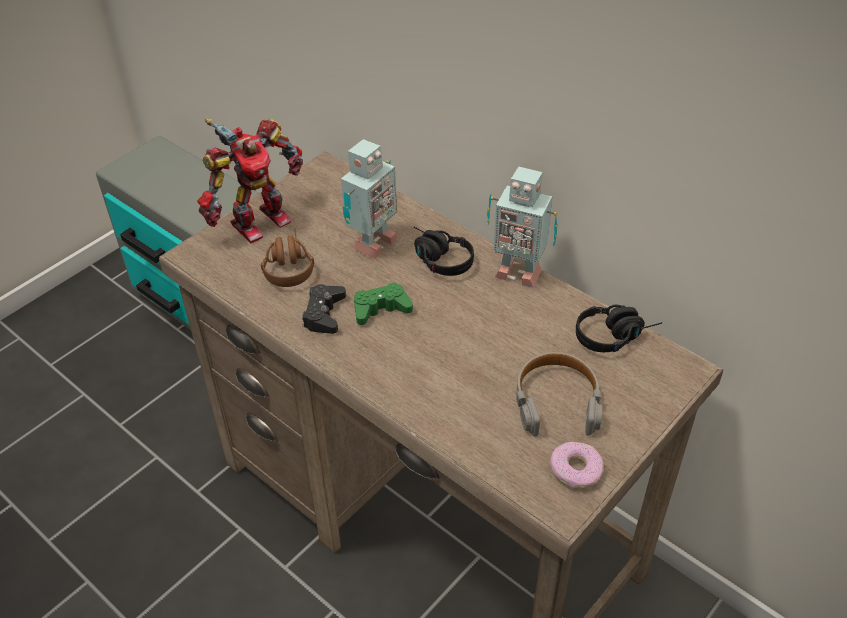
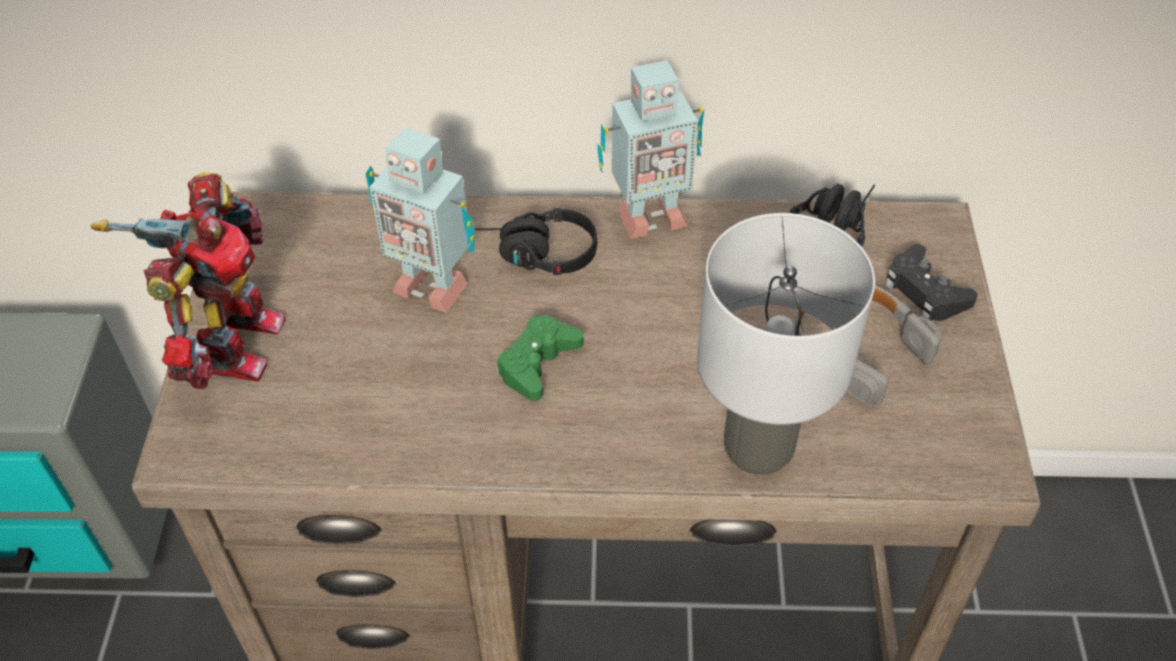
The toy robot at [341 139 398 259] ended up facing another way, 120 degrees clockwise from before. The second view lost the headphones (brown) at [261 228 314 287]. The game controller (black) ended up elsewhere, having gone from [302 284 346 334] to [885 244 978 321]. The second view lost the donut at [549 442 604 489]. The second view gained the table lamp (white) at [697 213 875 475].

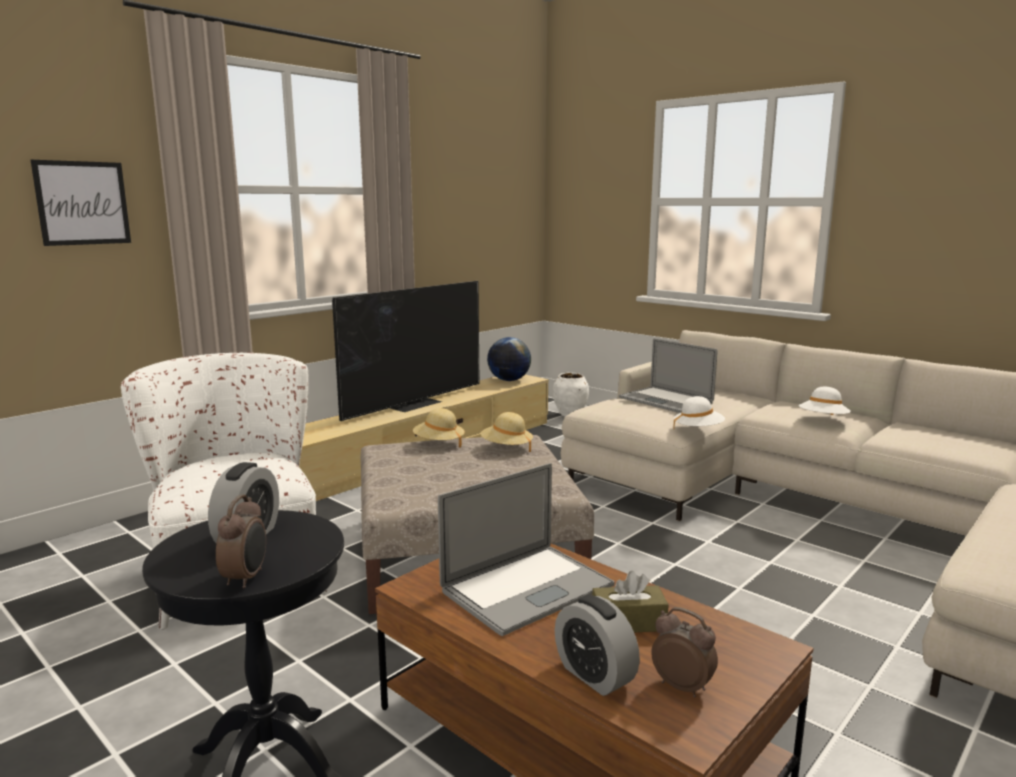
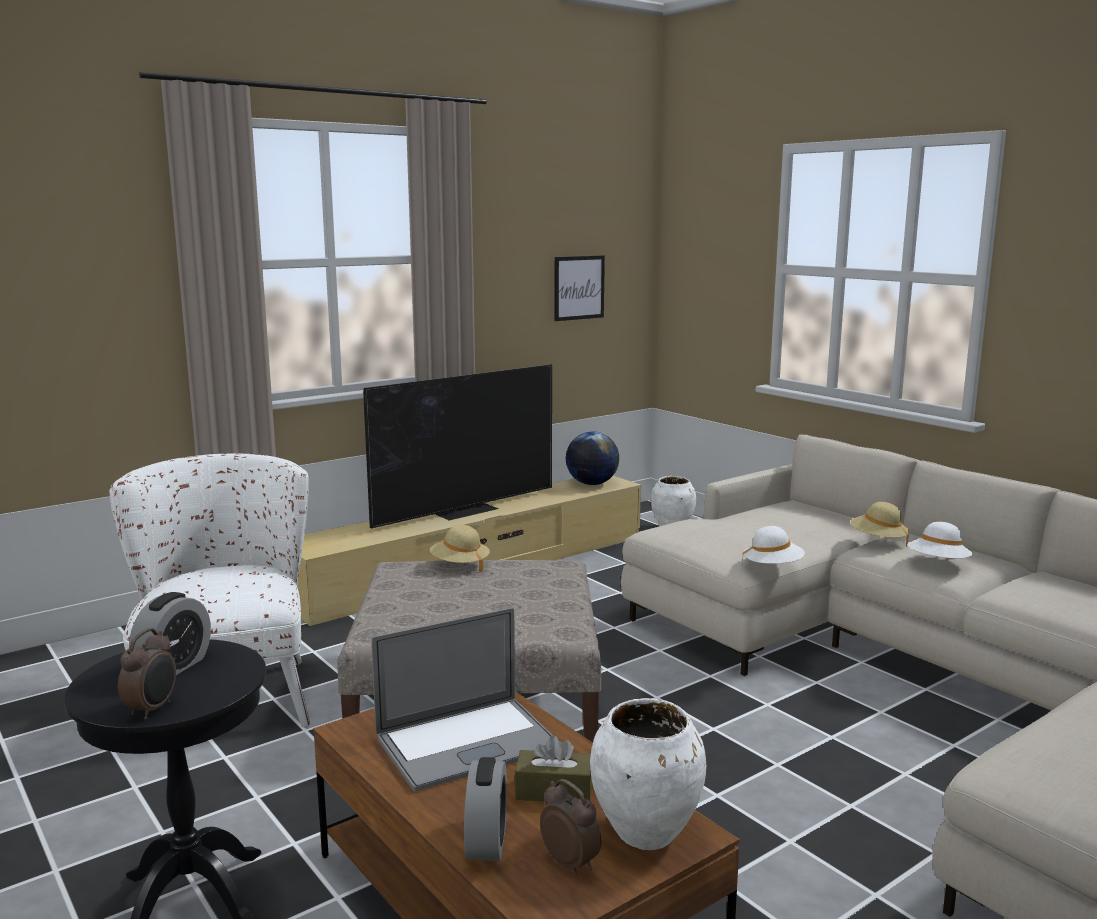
The picture ended up elsewhere, having gone from [31 160 131 246] to [554 256 605 321]. The second view lost the laptop at [619 338 718 413]. The hat (beige) ended up elsewhere, having gone from [481 412 533 452] to [850 502 909 546]. The alarm clock at [555 595 640 696] ended up facing another way, 150 degrees counterclockwise from before. The second view gained the vase (white) at [590 698 706 850].

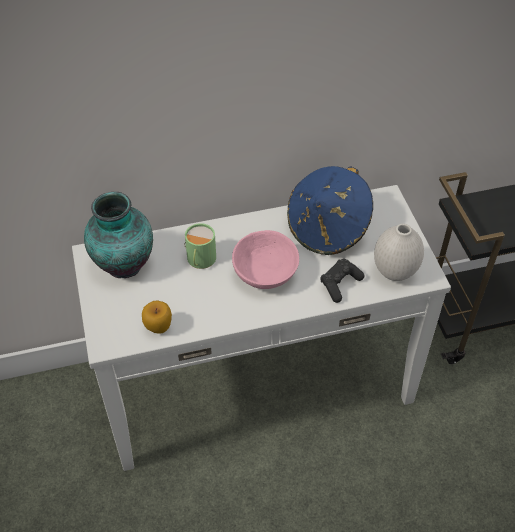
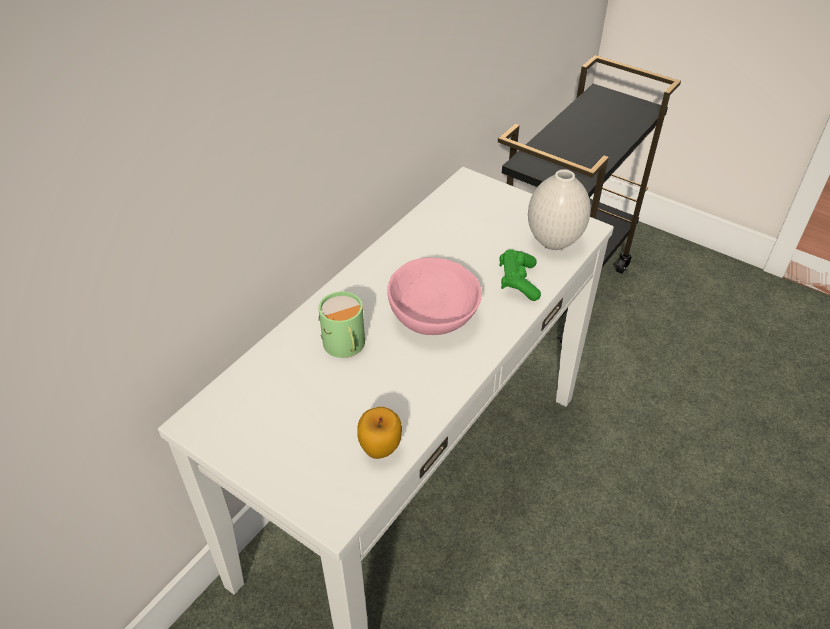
The second view lost the hat (blue) at [287 166 373 255]. The second view lost the vase at [84 192 153 278]. What was the game controller (black) at [320 259 365 303] turned into the game controller (green) at [499 249 541 301].

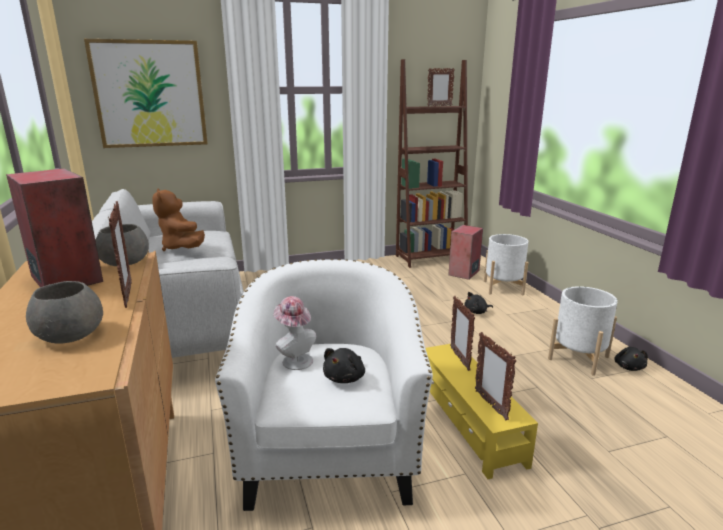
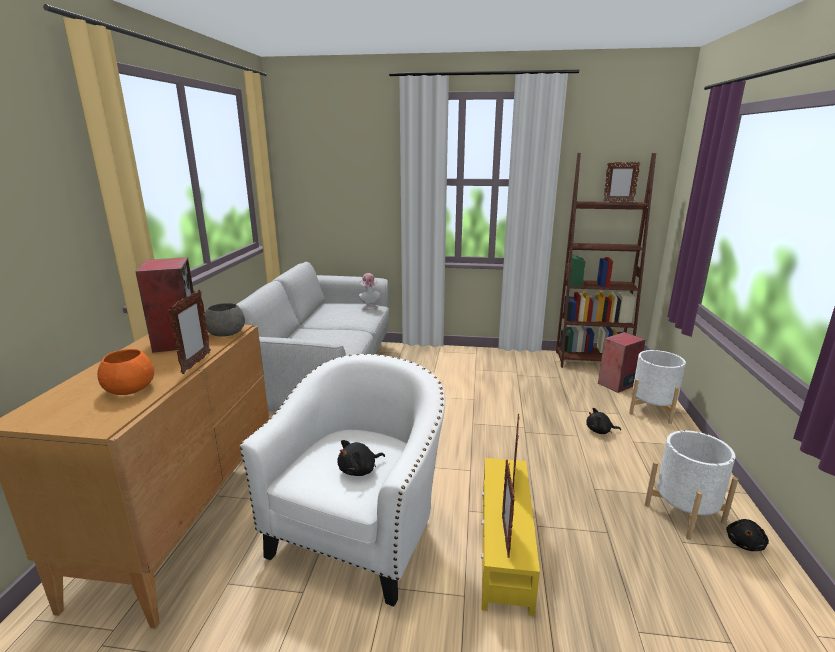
The second view lost the picture at [84 39 208 148]. The second view lost the plush toy (brown) at [153 189 205 251]. What was the bowl (grey) at [26 281 103 343] turned into the bowl (orange) at [97 349 154 395]. The hat ended up elsewhere, having gone from [273 296 316 370] to [359 273 380 310].

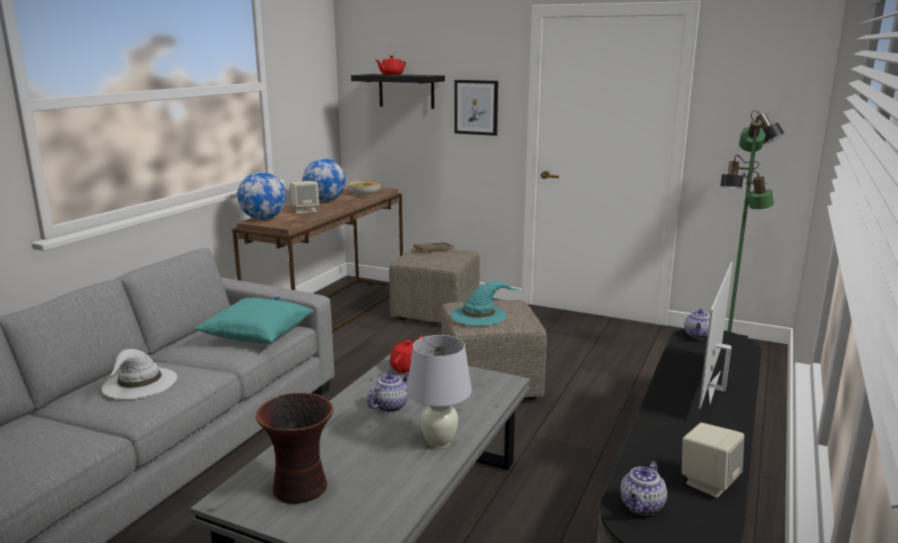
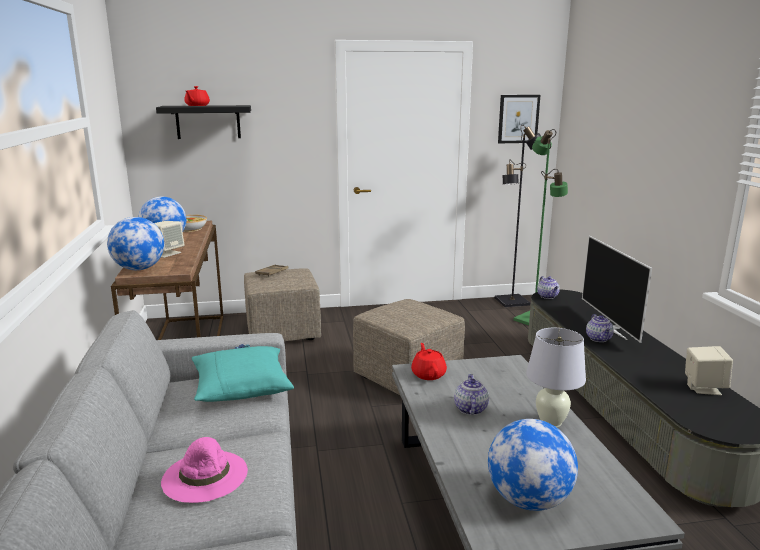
The picture ended up elsewhere, having gone from [454 80 498 136] to [498 95 540 143]. The second view lost the hat (turquoise) at [451 281 518 326]. What was the hat (white) at [102 349 177 399] turned into the hat (pink) at [161 437 248 503]. Where the vase stood at [256 393 333 504], the globe came to stand at [488 419 578 511]. The teapot ended up elsewhere, having gone from [620 461 667 515] to [586 314 614 342].

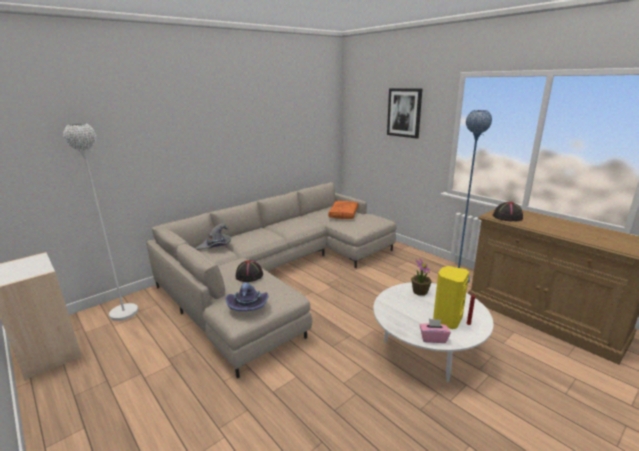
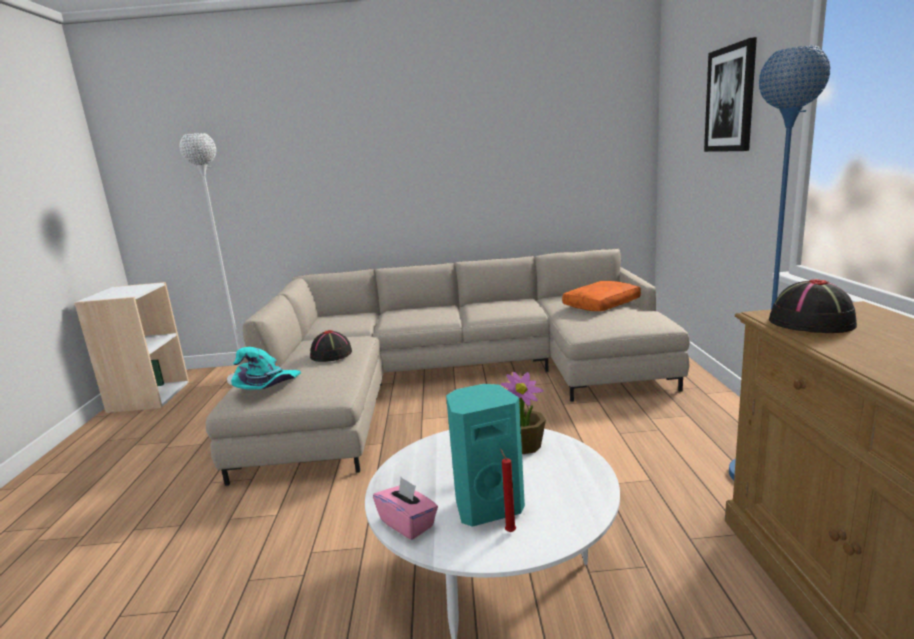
The second view lost the hat (grey) at [195 223 231 250]. What was the speaker (yellow) at [433 266 469 329] turned into the speaker (turquoise) at [446 384 525 527]. What was the hat (purple) at [225 283 268 311] turned into the hat (turquoise) at [231 347 301 390].

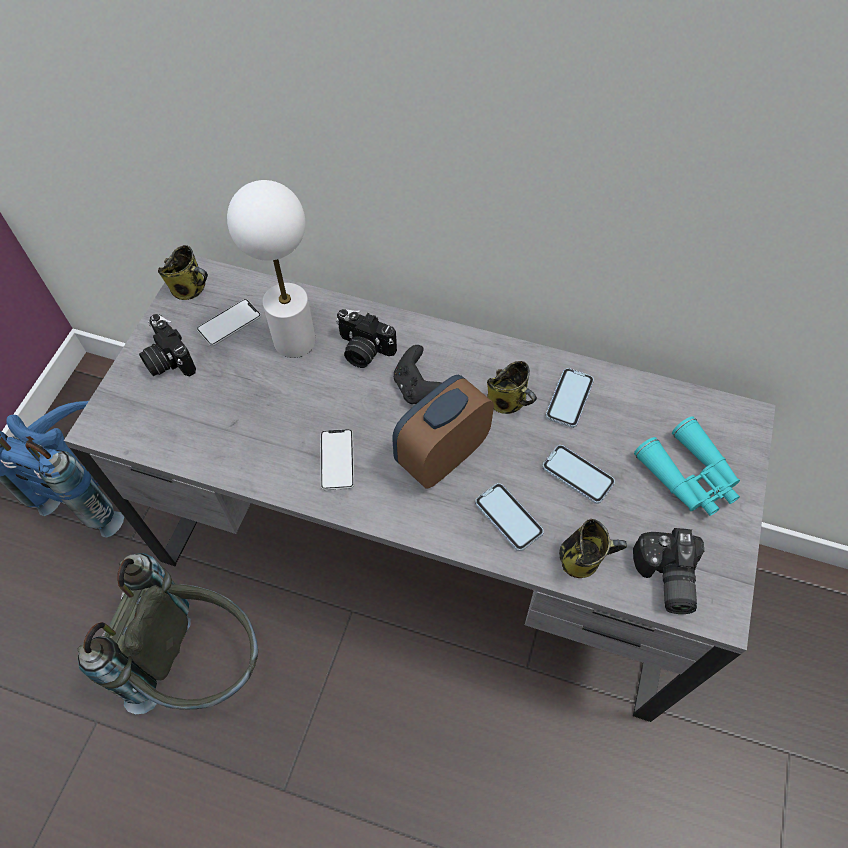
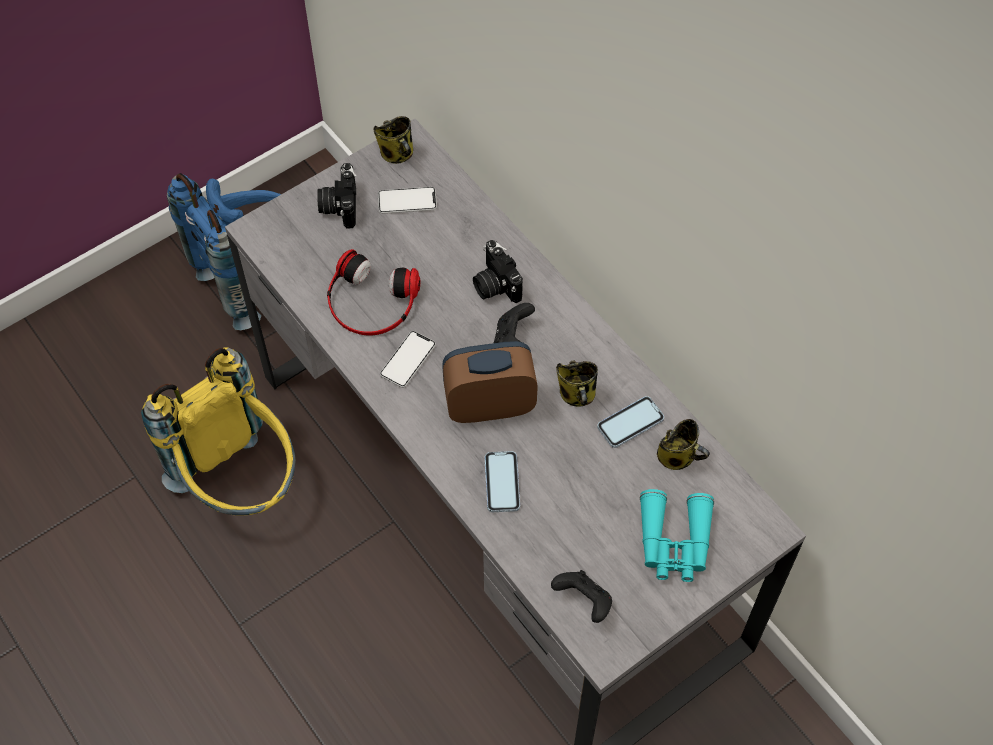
The second view lost the table lamp (white) at [227 180 316 358]. The second view lost the phone at [542 445 615 504]. The mug ended up elsewhere, having gone from [559 519 627 578] to [657 419 710 470]. Where the photo camera stood at [633 528 704 614], the game controller (black) came to stand at [551 570 612 623]. What was the backpack (grey) at [77 553 258 714] turned into the backpack (yellow) at [141 347 296 516]. The second view gained the headphones at [327 249 420 335].

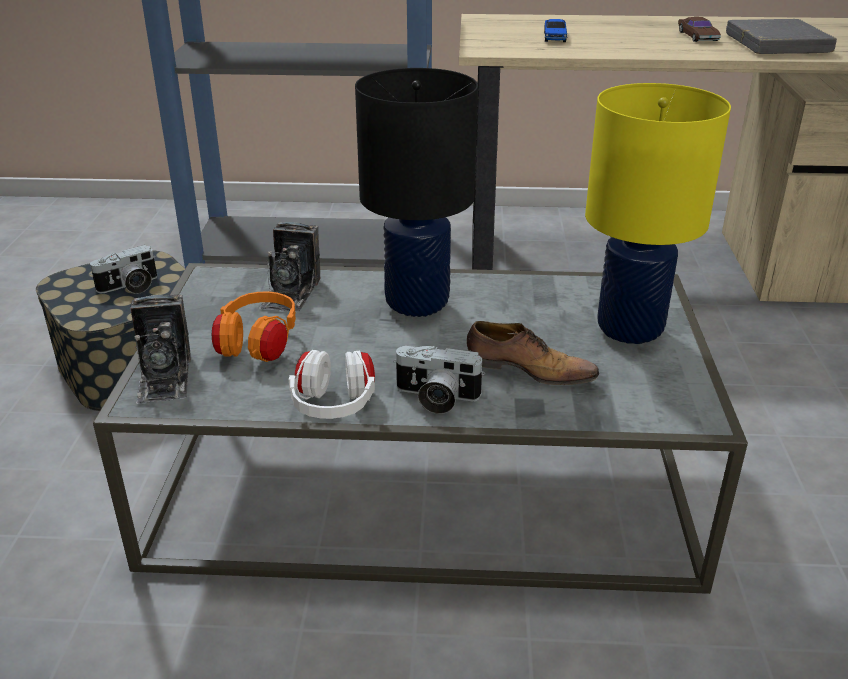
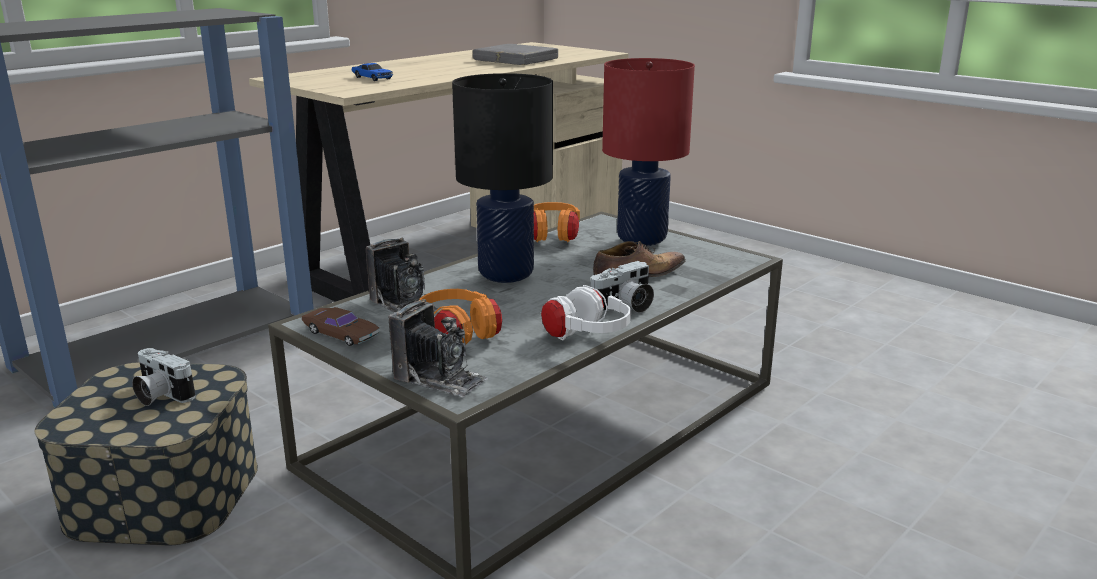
The toy car (brown) ended up elsewhere, having gone from [678 17 721 42] to [302 307 380 346]. What was the table lamp (yellow) at [585 83 731 344] turned into the table lamp (red) at [602 58 695 246]. The photo camera at [90 245 157 294] ended up facing another way, 120 degrees clockwise from before. The second view gained the headphones (orange) at [534 202 580 242].

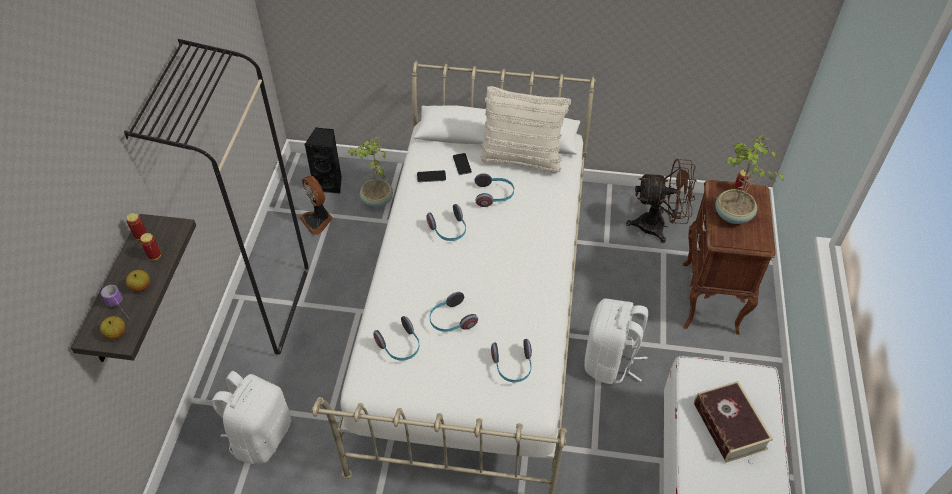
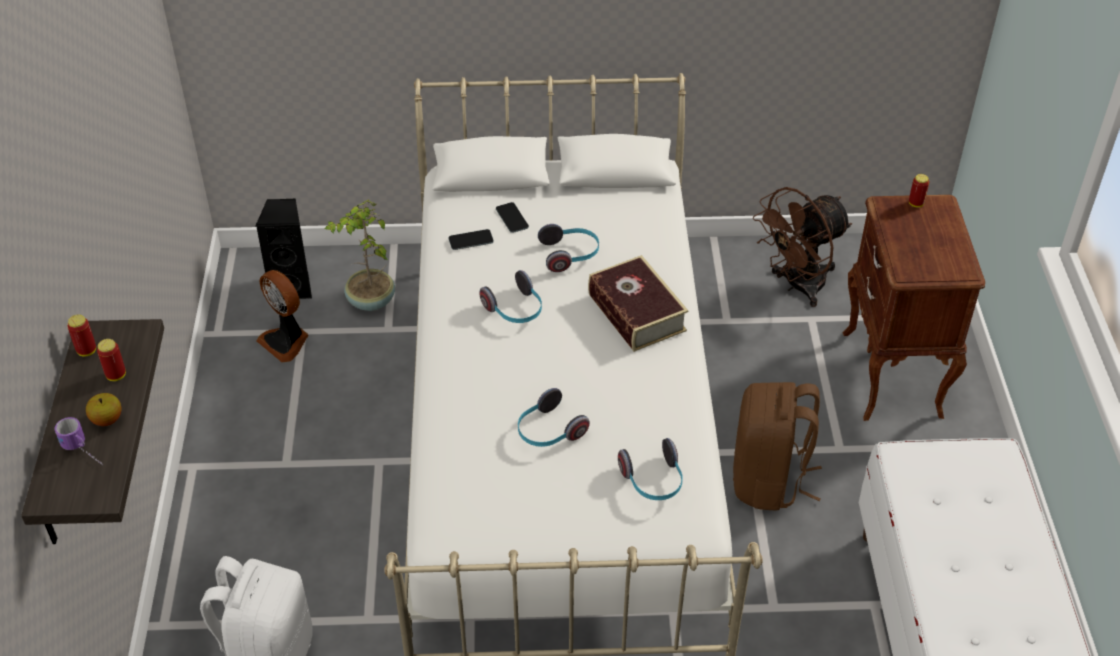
The second view lost the clothes rack (black) at [124 39 308 355]. The second view lost the pillow (beige) at [480 86 571 173]. The second view lost the potted plant at [715 135 784 224]. The fan (brown) at [626 159 697 243] ended up facing another way, 150 degrees clockwise from before. What was the backpack (white) at [584 299 648 384] turned into the backpack (brown) at [733 382 822 511]. The second view lost the apple at [100 316 126 340]. The second view lost the headphones at [373 316 419 361]. The book ended up elsewhere, having gone from [694 381 773 463] to [588 255 688 352].

